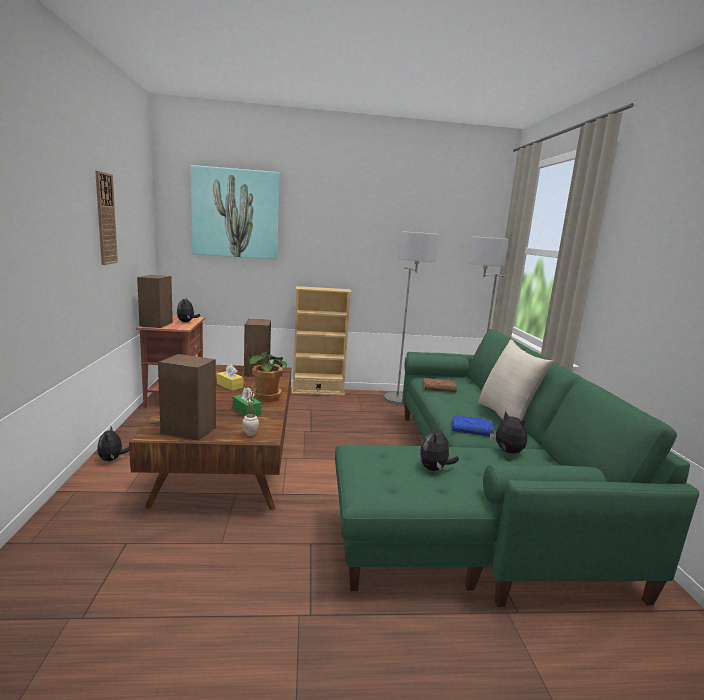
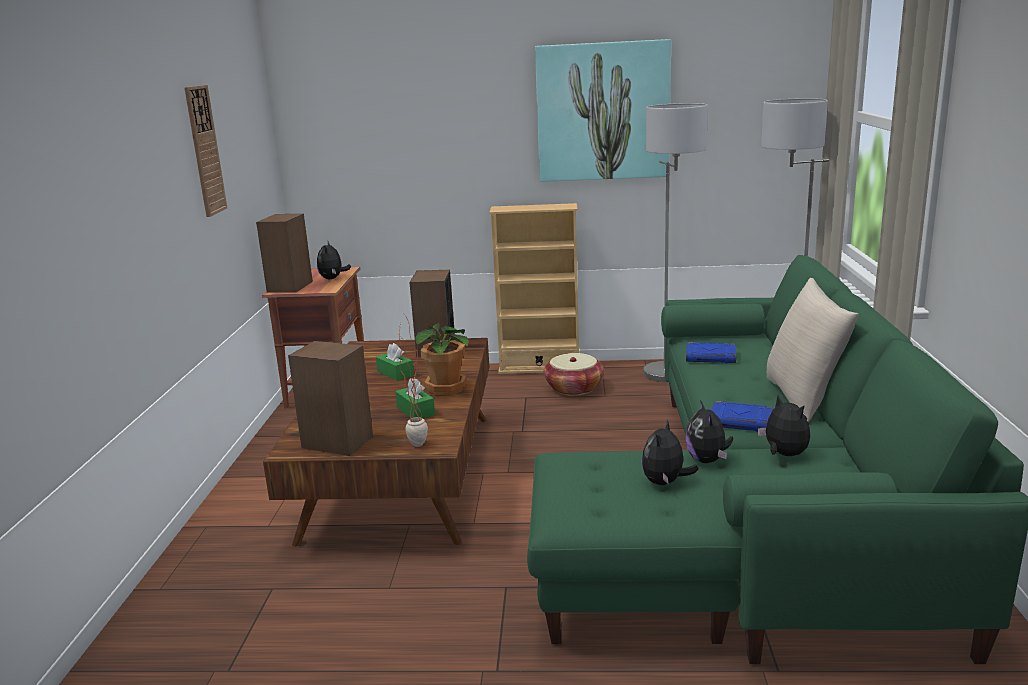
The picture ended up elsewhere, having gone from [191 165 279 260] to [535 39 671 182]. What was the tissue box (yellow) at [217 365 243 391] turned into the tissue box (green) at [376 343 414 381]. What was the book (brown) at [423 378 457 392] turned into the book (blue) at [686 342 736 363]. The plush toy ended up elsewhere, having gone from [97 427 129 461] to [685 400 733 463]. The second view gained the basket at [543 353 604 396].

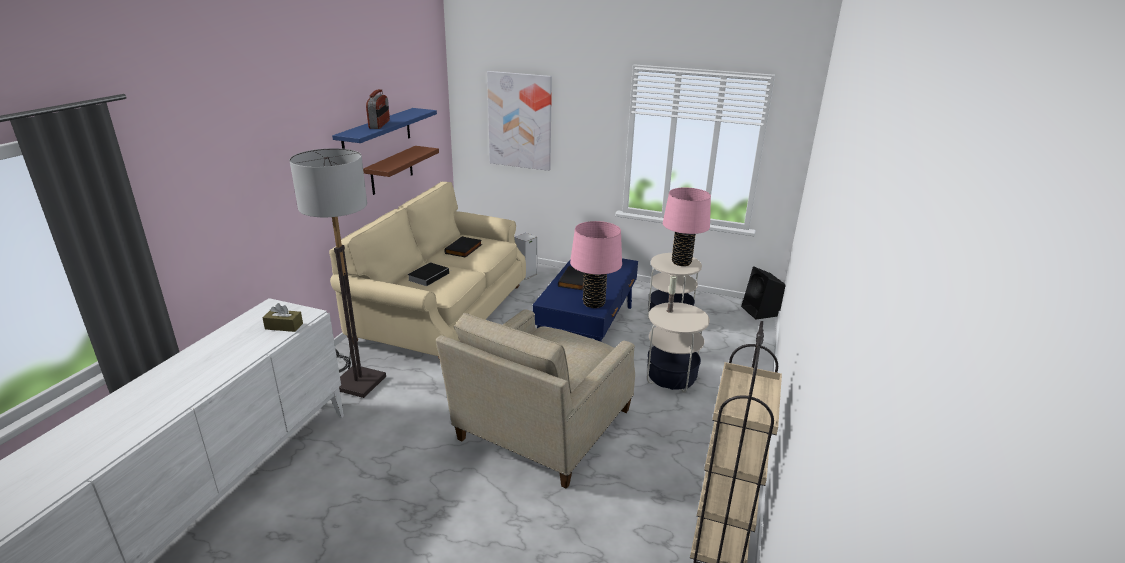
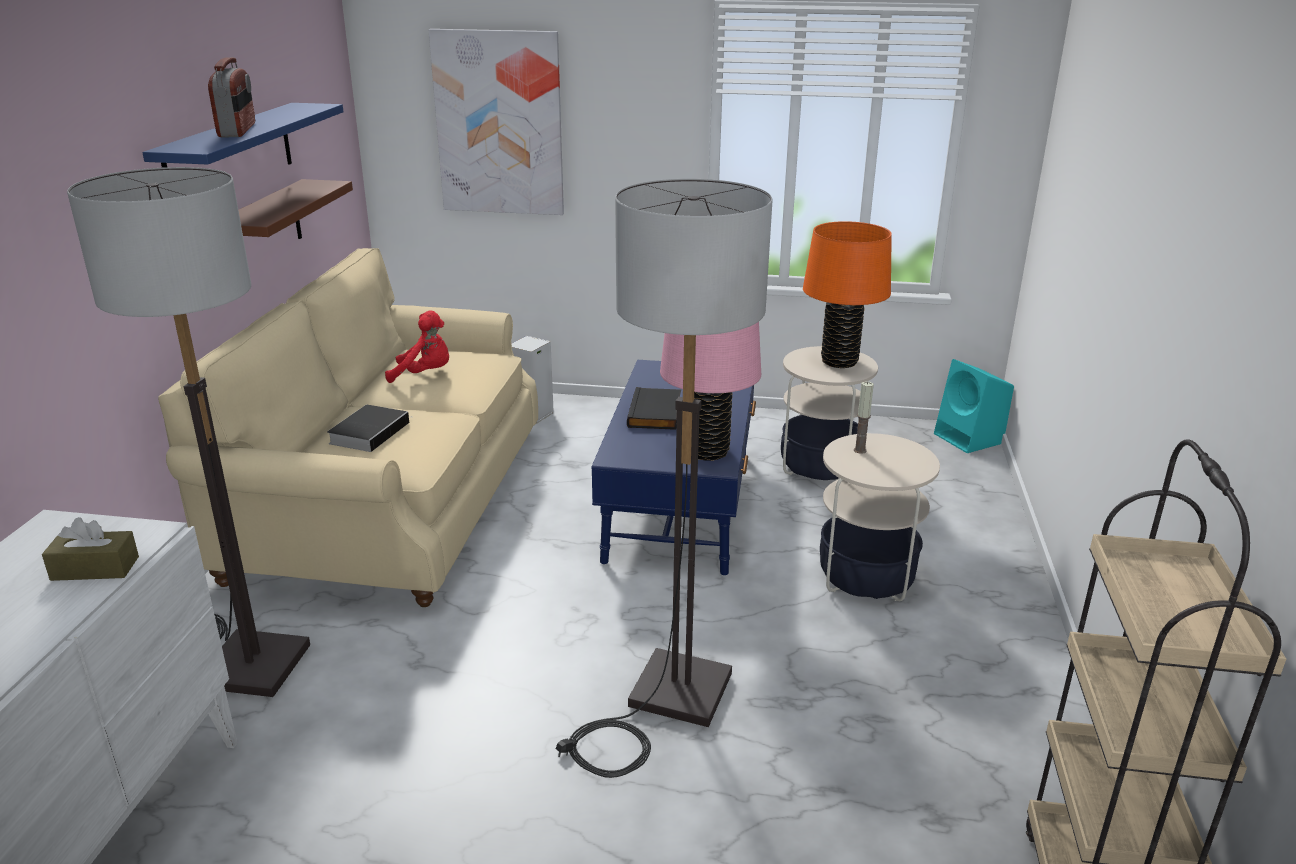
What was the table lamp (pink) at [663 188 711 266] turned into the table lamp (orange) at [803 221 892 368]. Where the book (black) stood at [444 236 482 258], the plush toy (red) came to stand at [385 310 449 383]. What was the speaker (black) at [741 266 786 319] turned into the speaker (turquoise) at [934 359 1014 453]. Where the armchair (beige) stood at [436 309 635 489], the floor lamp came to stand at [556 179 773 778].

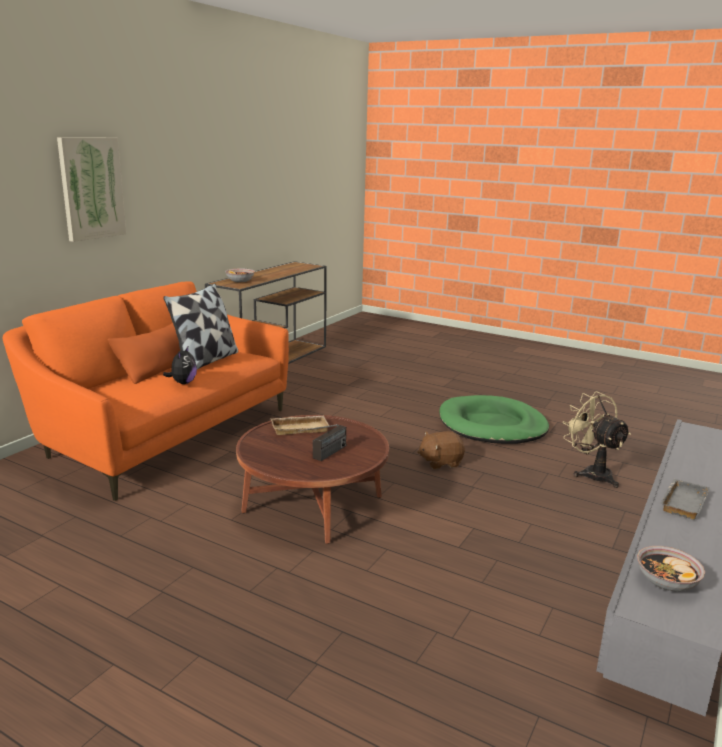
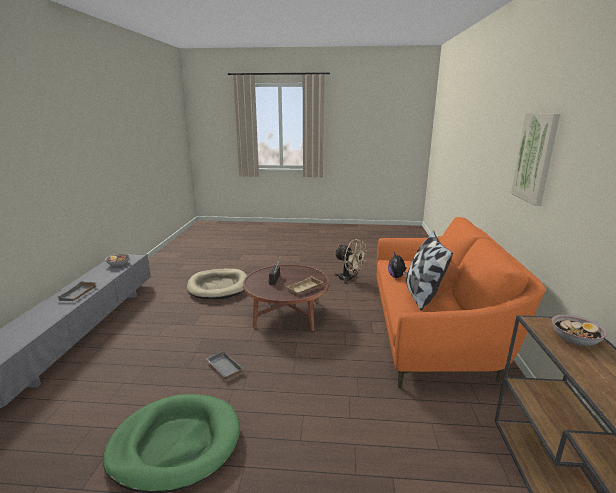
The fan (beige) ended up elsewhere, having gone from [562 391 631 488] to [334 239 367 284]. Where the plush toy (brown) stood at [418 431 465 469], the tray (grey) came to stand at [206 351 243 380]. The second view gained the dog bed (beige) at [187 269 247 299].

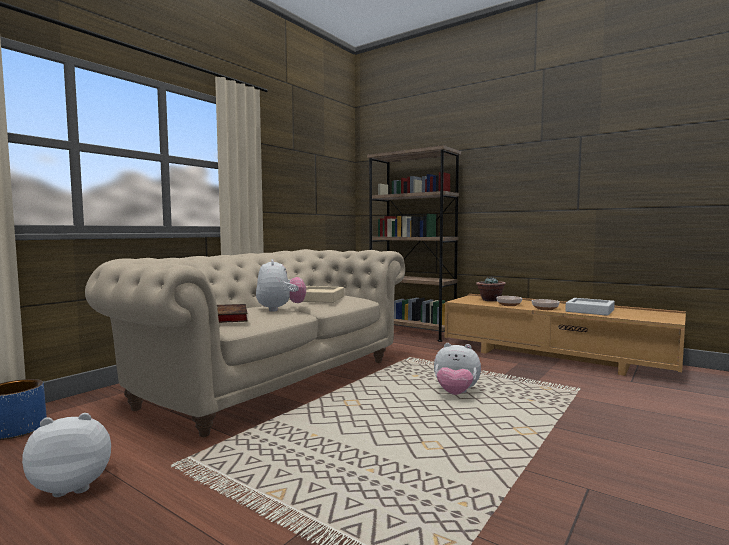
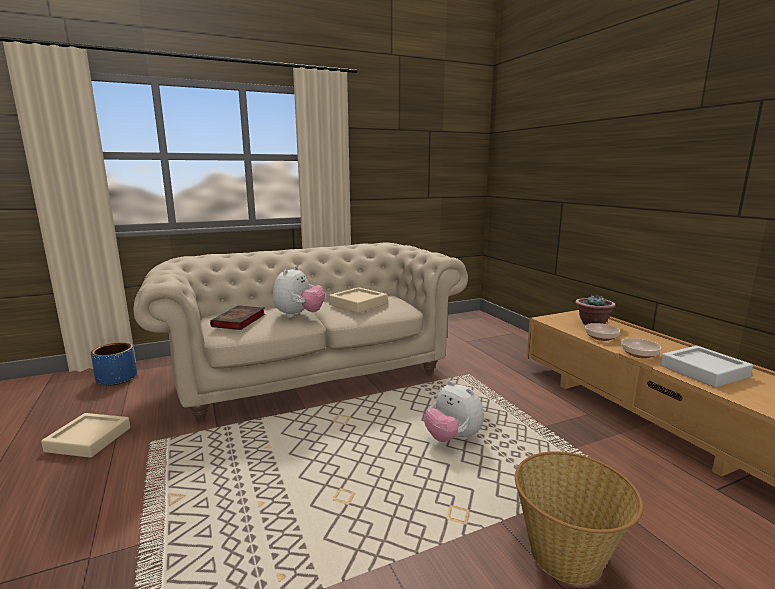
The second view lost the bookcase (brown) at [367 145 461 342]. Where the plush toy stood at [22 413 111 497], the tray (beige) came to stand at [41 413 130 458]. The second view gained the basket at [515 451 643 585].

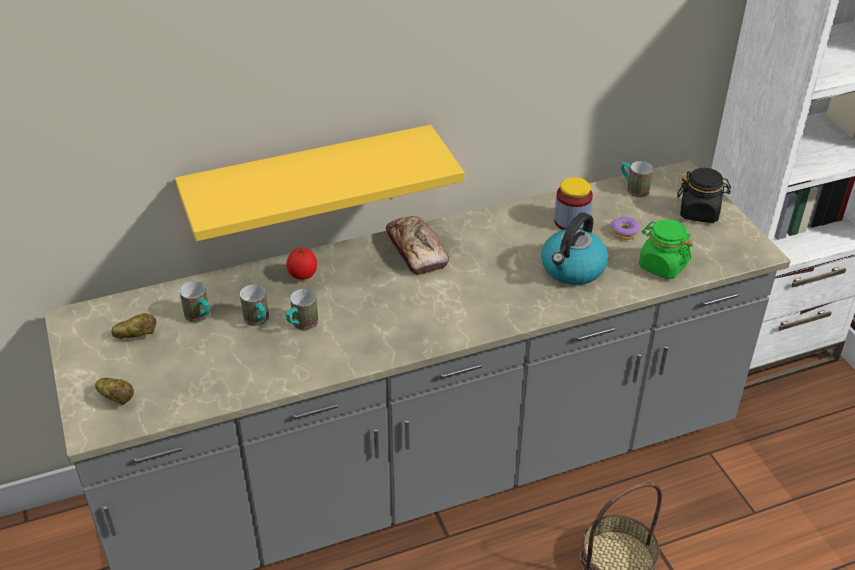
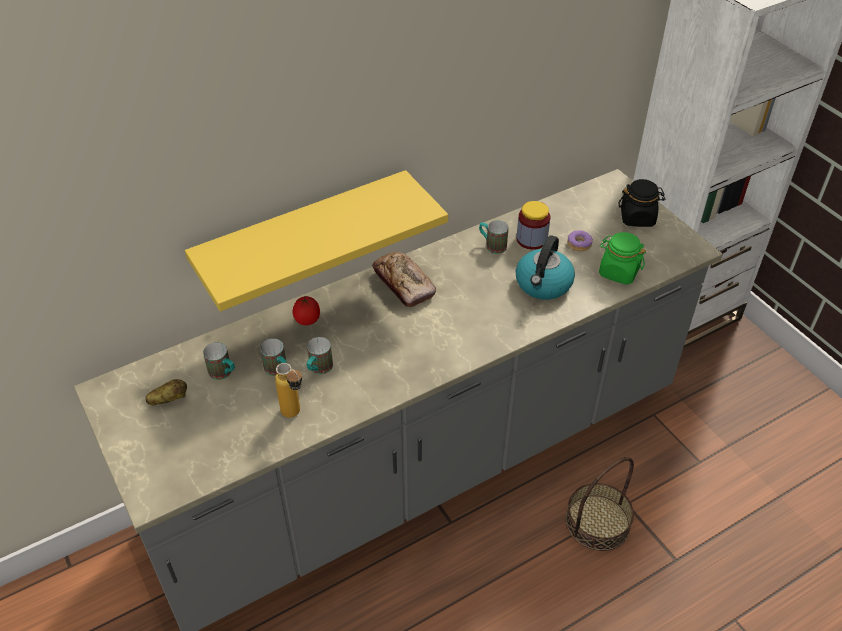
The mug ended up elsewhere, having gone from [621 161 653 198] to [479 220 509 254]. The second view lost the potato at [95 378 134 405]. The second view gained the bottle at [275 363 302 418].

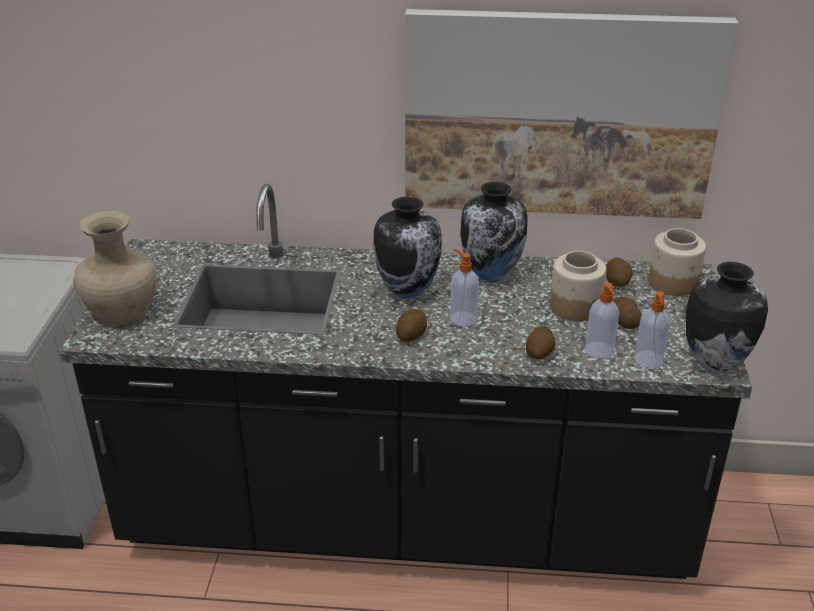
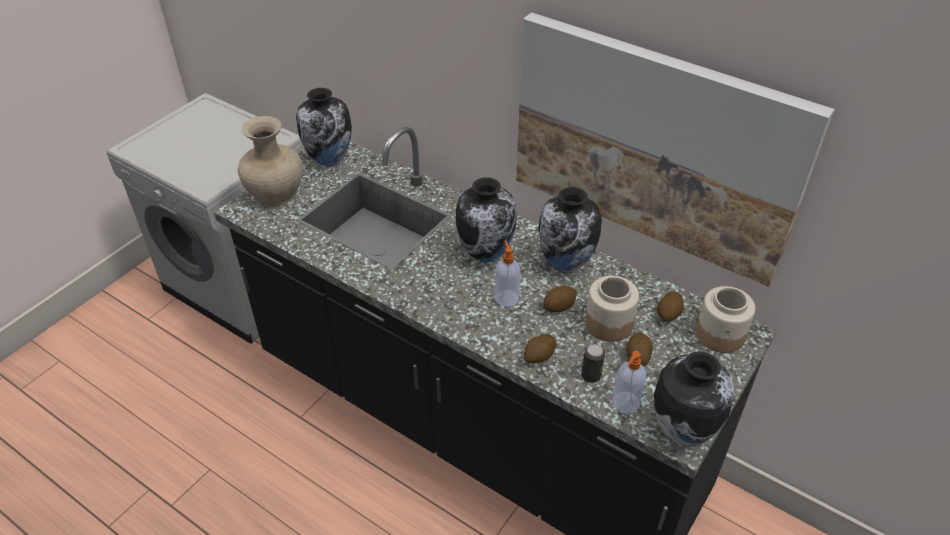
Where the soap dispenser stood at [585 283 619 359], the can came to stand at [581 344 605 383]. The potato ended up elsewhere, having gone from [396 309 427 342] to [543 286 577 313]. The second view gained the vase at [296 88 352 167].

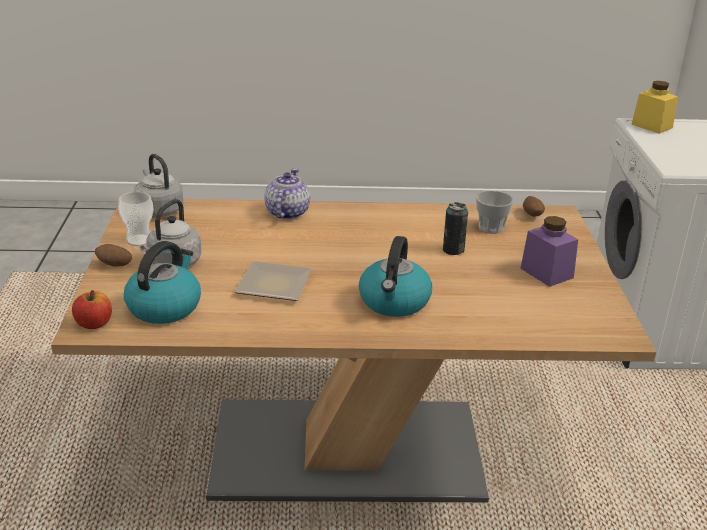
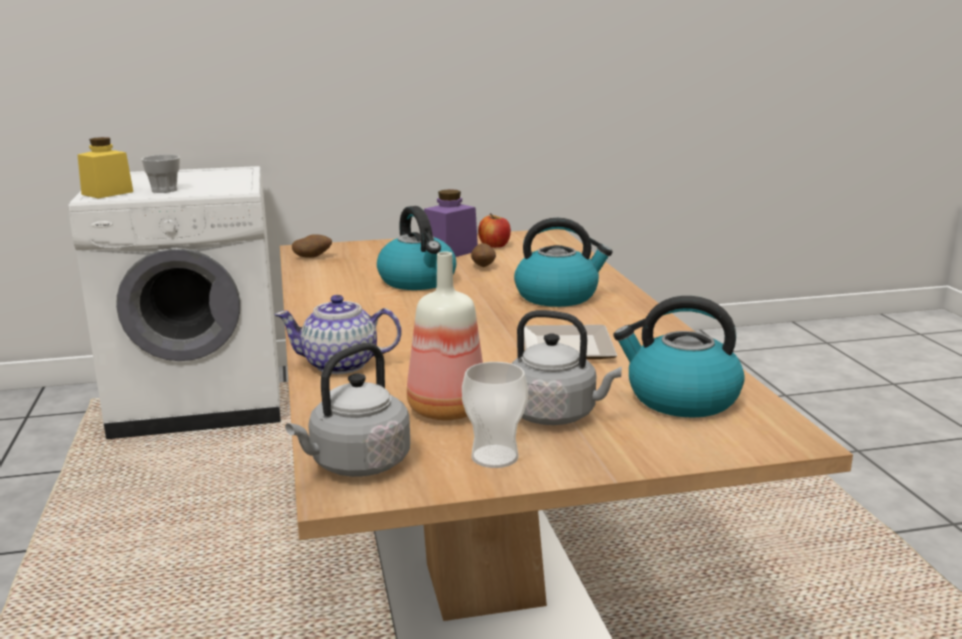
The cup ended up elsewhere, having gone from [476 190 514 234] to [141 155 180 193]. Where the can stood at [443 202 468 255], the kettle came to stand at [377 206 456 290]. The potato ended up elsewhere, having gone from [95 244 132 267] to [471 243 496 267]. The apple ended up elsewhere, having gone from [72 290 112 329] to [478 213 511 248]. The second view gained the bottle at [407 251 483 420].

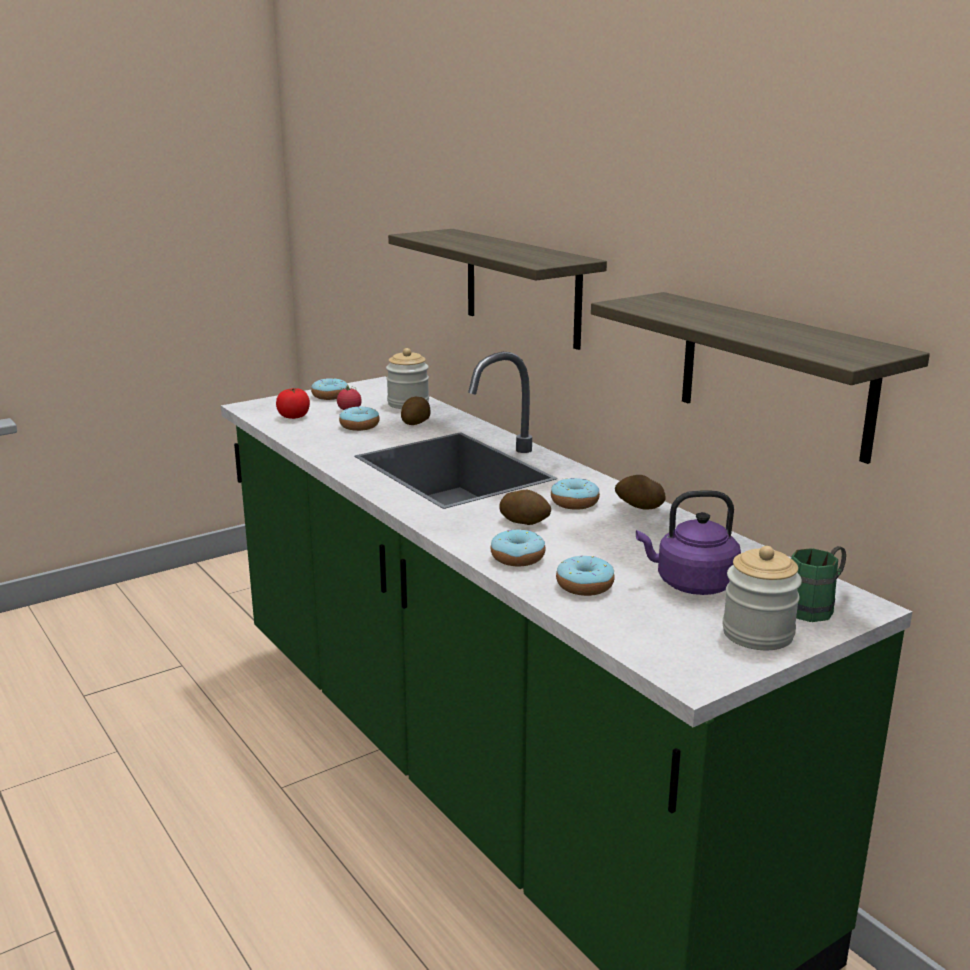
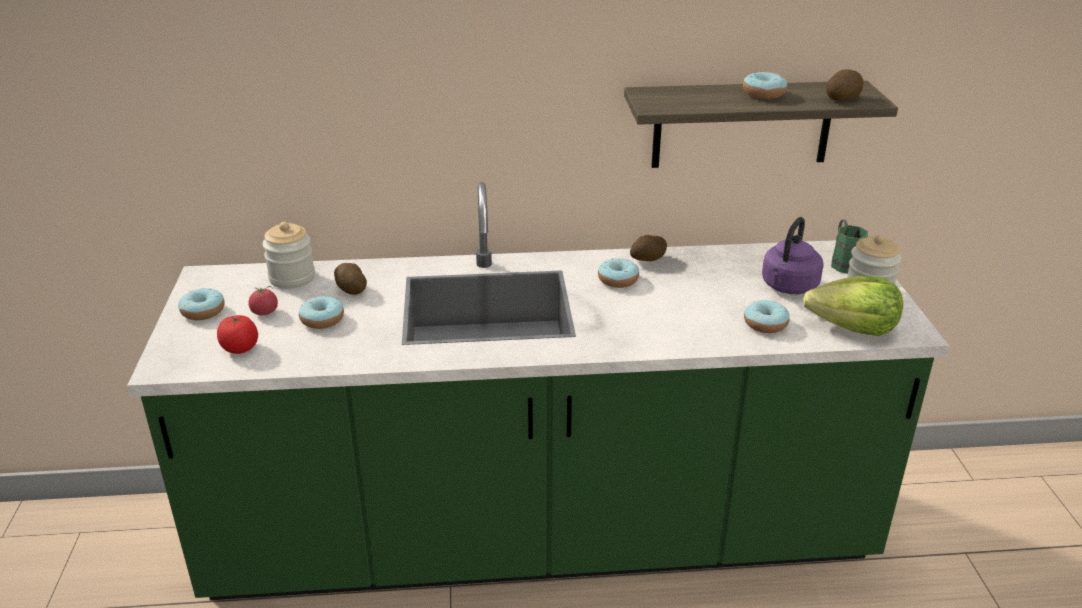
The second view lost the shelf at [388 229 607 350]. The potato ended up elsewhere, having gone from [499 490 551 525] to [826 69 863 101]. The donut ended up elsewhere, having gone from [490 529 546 566] to [743 71 787 99]. The second view gained the lettuce at [803 276 903 336].

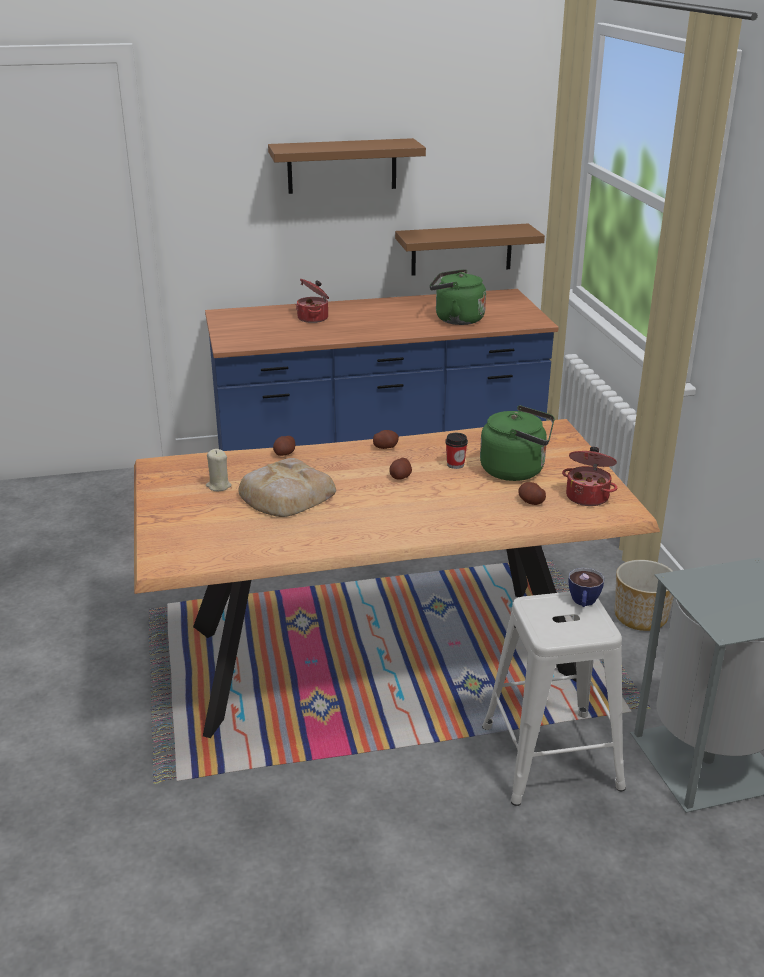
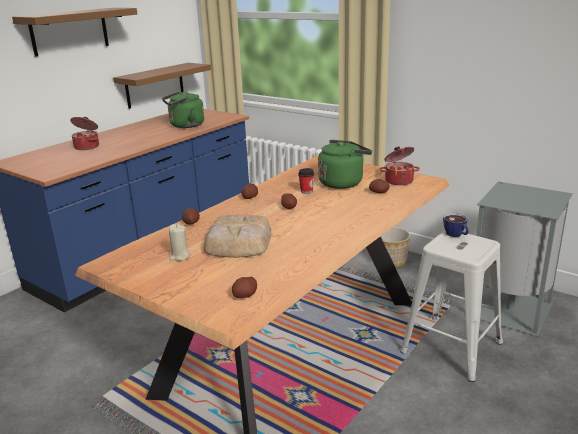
The second view gained the potato at [232 277 257 298].

